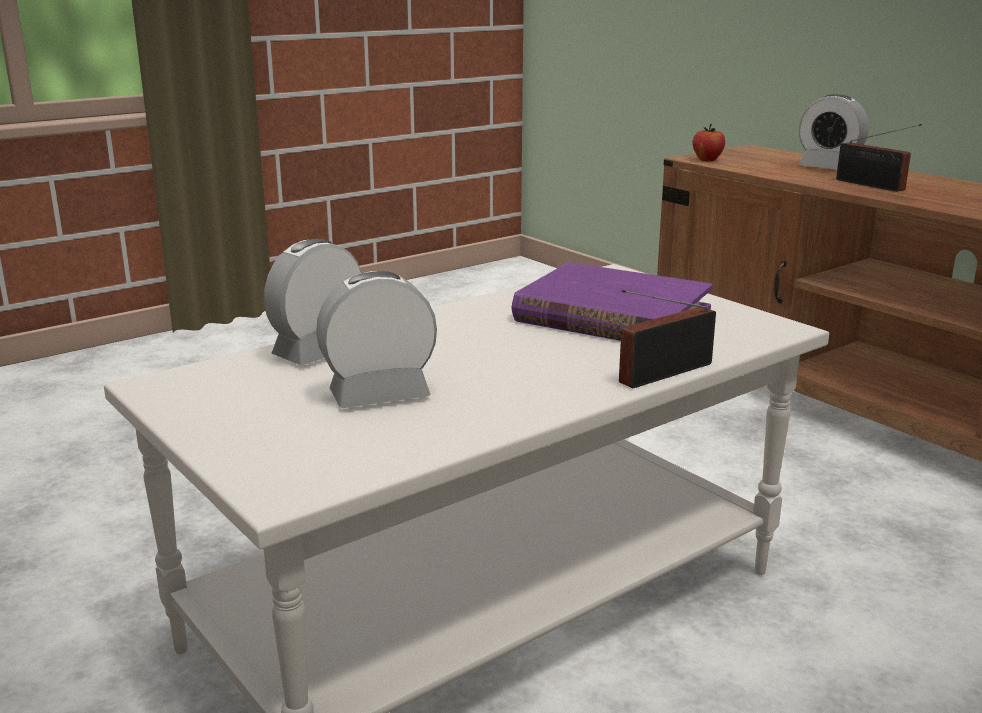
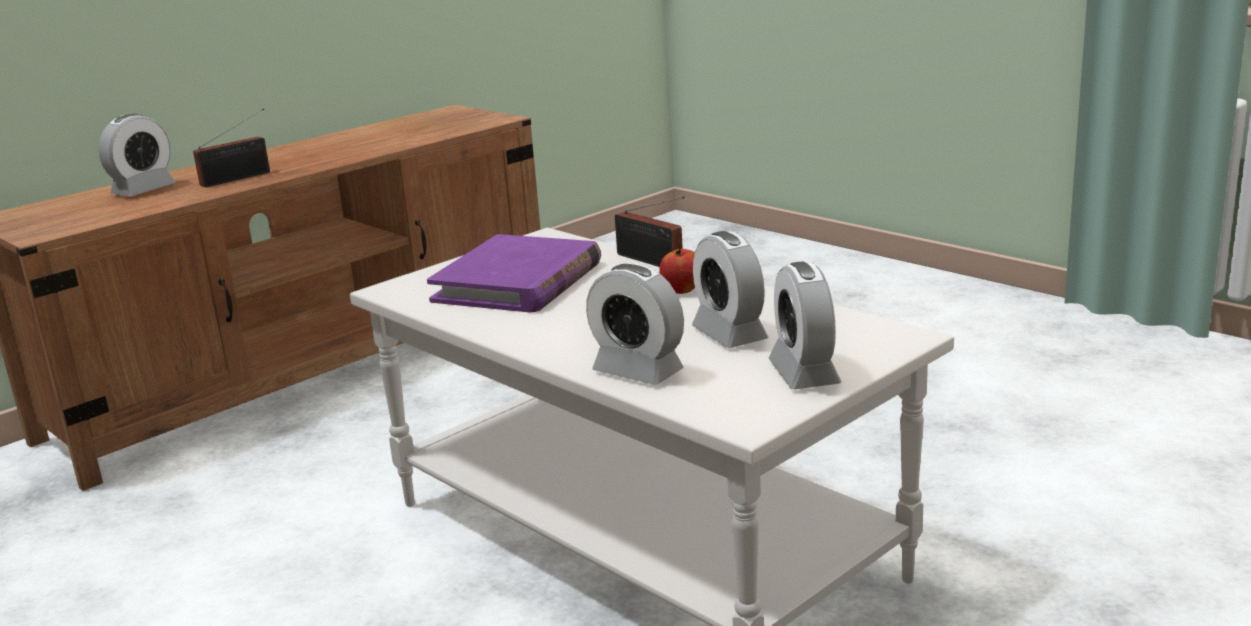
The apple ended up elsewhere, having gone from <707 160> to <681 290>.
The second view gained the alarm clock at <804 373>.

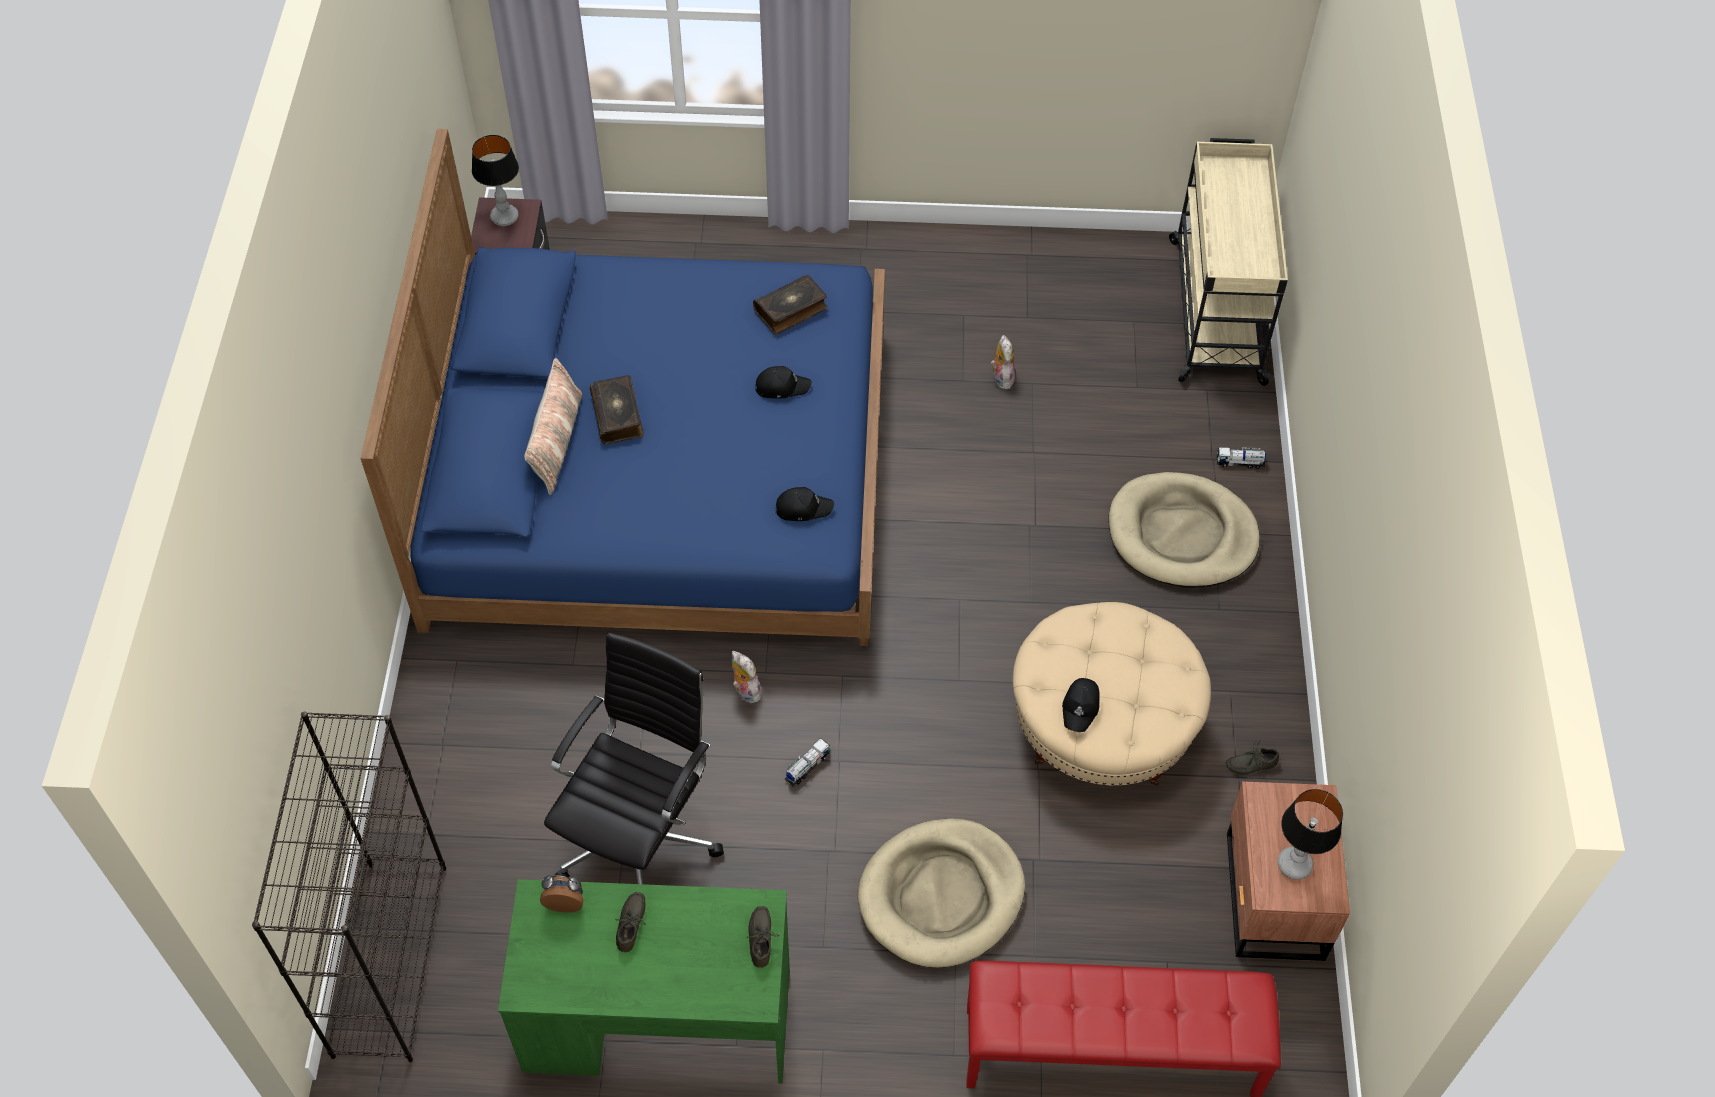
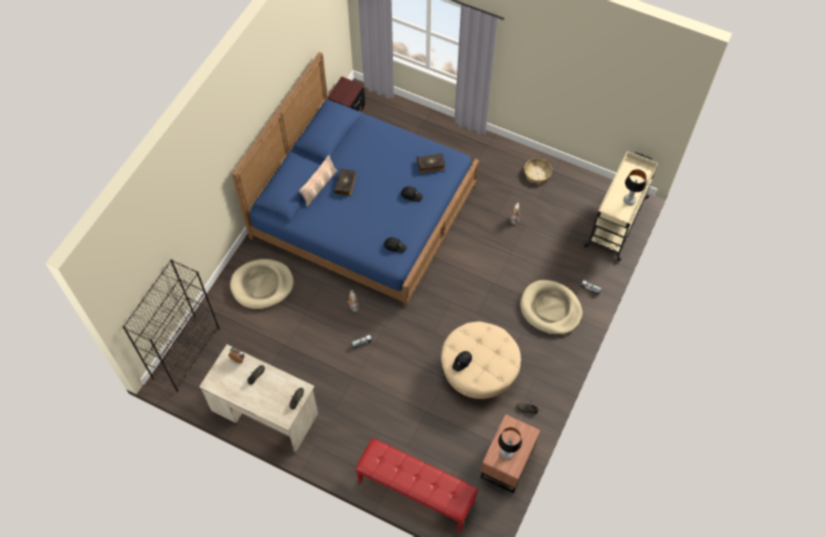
What was the desk (green) at <657 1019> turned into the desk (beige) at <264 412>.
The dog bed (beige) ended up elsewhere, having gone from <941 896> to <262 285>.
The second view gained the basket at <537 173>.
The table lamp ended up elsewhere, having gone from <505 217> to <629 200>.
The second view lost the office chair (black) at <640 838>.

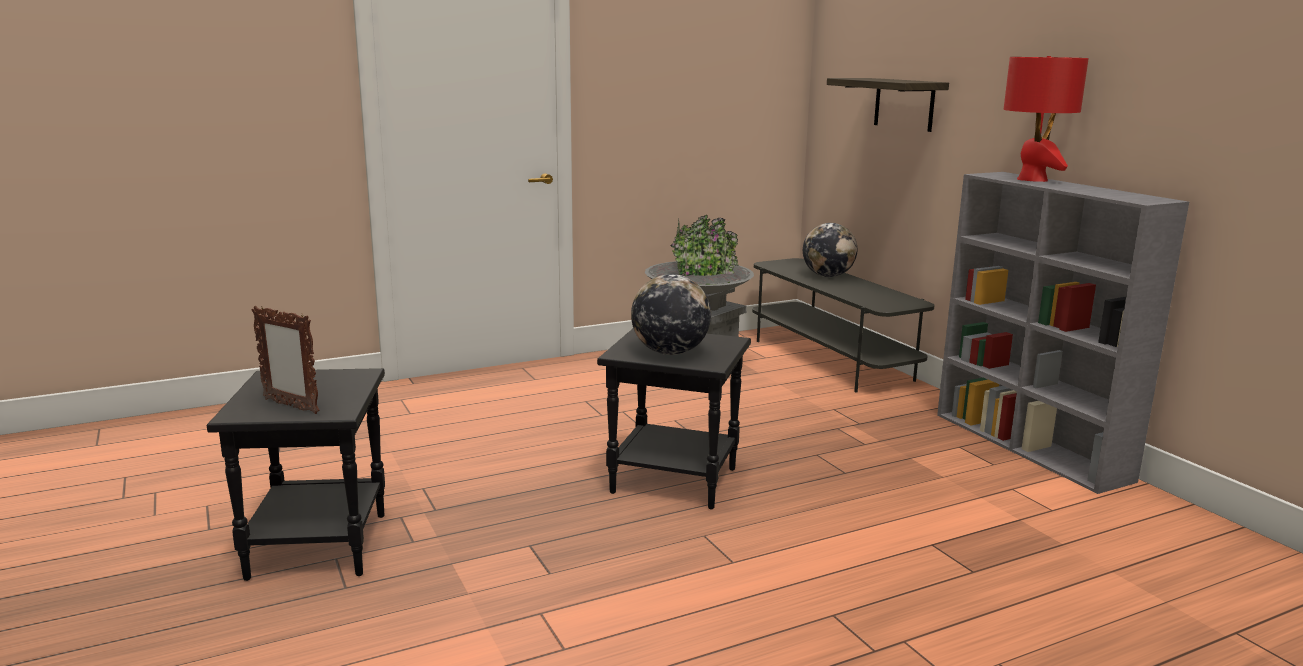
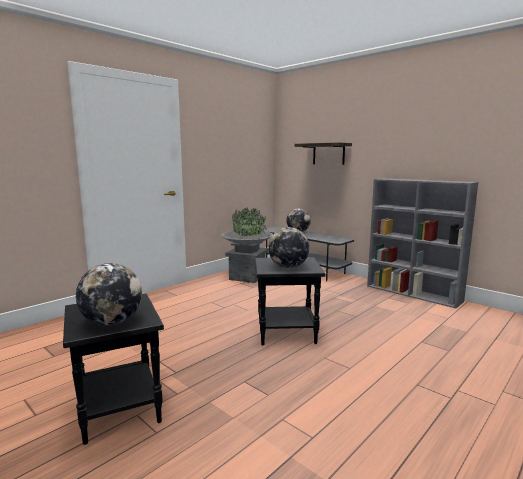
Where the picture frame stood at <291 406>, the globe came to stand at <112 322>.
The second view lost the table lamp (red) at <1032 179>.

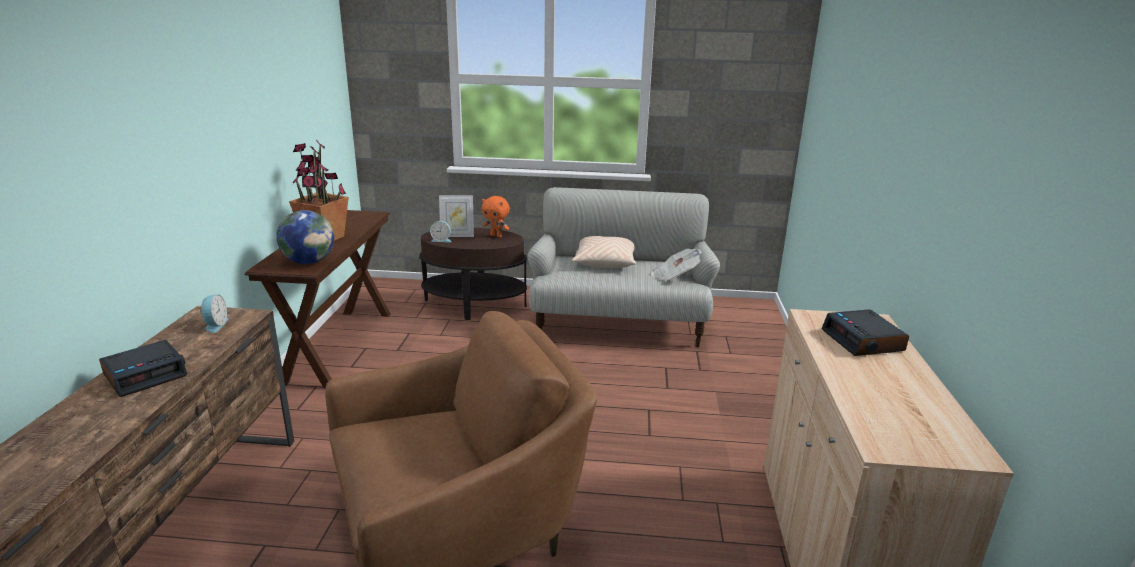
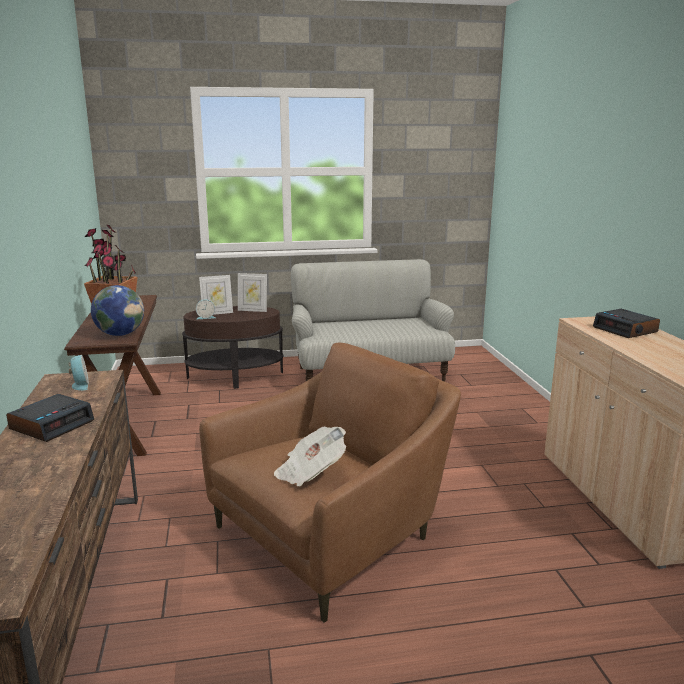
Where the plush toy (orange) stood at <496 236>, the picture frame came to stand at <253 310>.
The newspaper ended up elsewhere, having gone from <674 276> to <310 472>.
The second view lost the pillow (beige) at <604 262>.

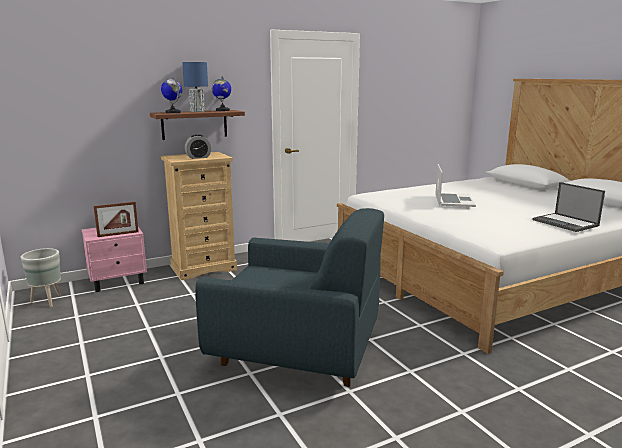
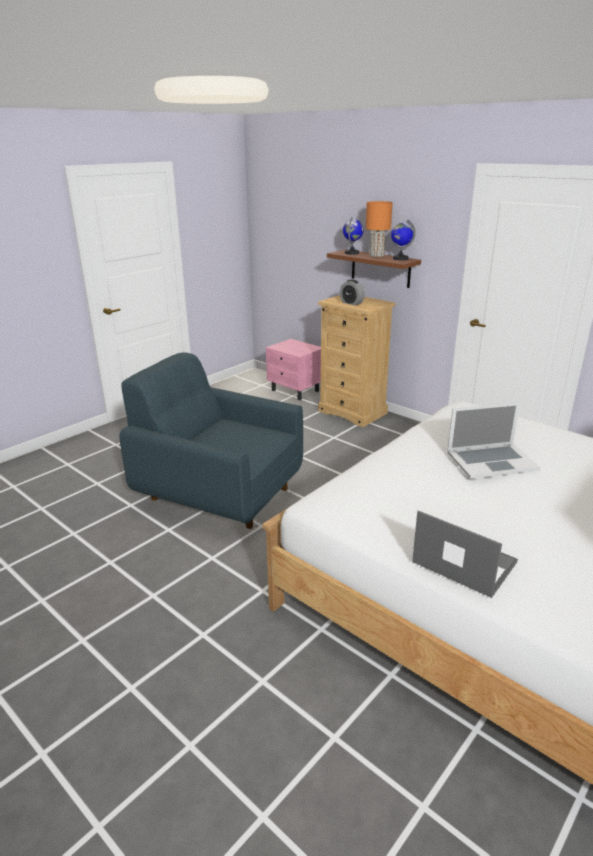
The armchair (blue) at <298 353> ended up facing another way, 120 degrees clockwise from before.
What was the table lamp (blue) at <197 111> turned into the table lamp (orange) at <376 255>.
The laptop at <566 223> ended up facing another way, 90 degrees clockwise from before.
The second view lost the planter (grey) at <47 301>.
The second view lost the picture frame at <118 234>.

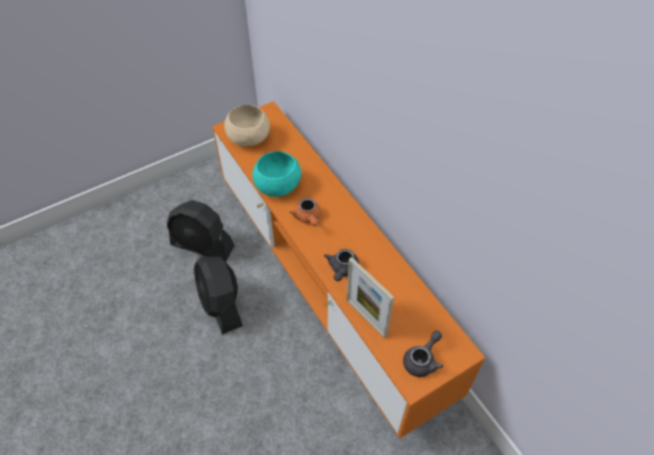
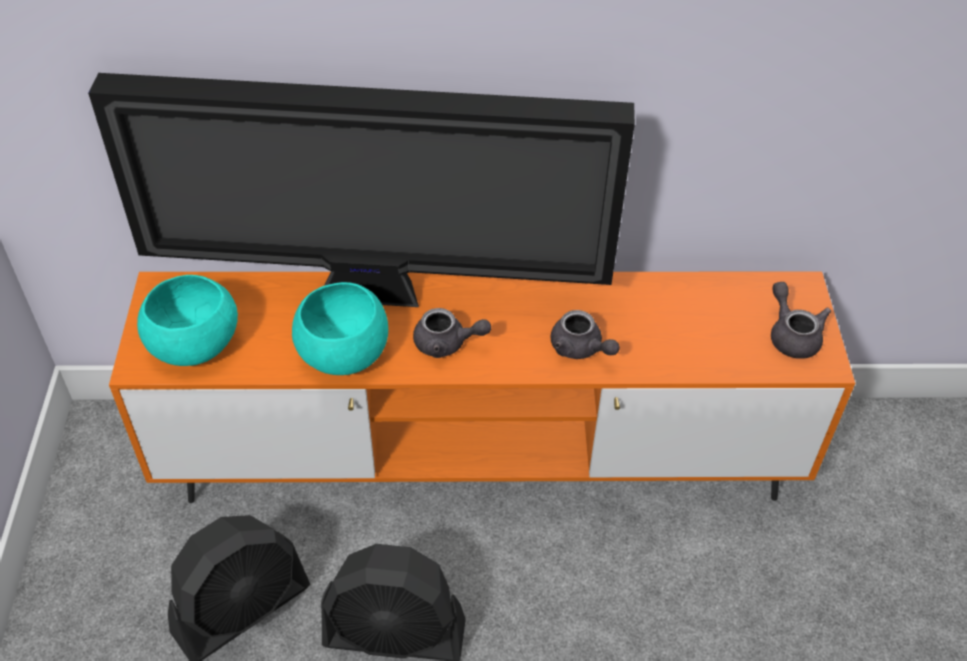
The second view gained the television at <377 294>.
What was the bowl (beige) at <249 137> turned into the bowl (turquoise) at <194 342>.
What was the teapot (orange) at <308 218> turned into the teapot (grey) at <447 344>.
The second view lost the picture frame at <366 318>.

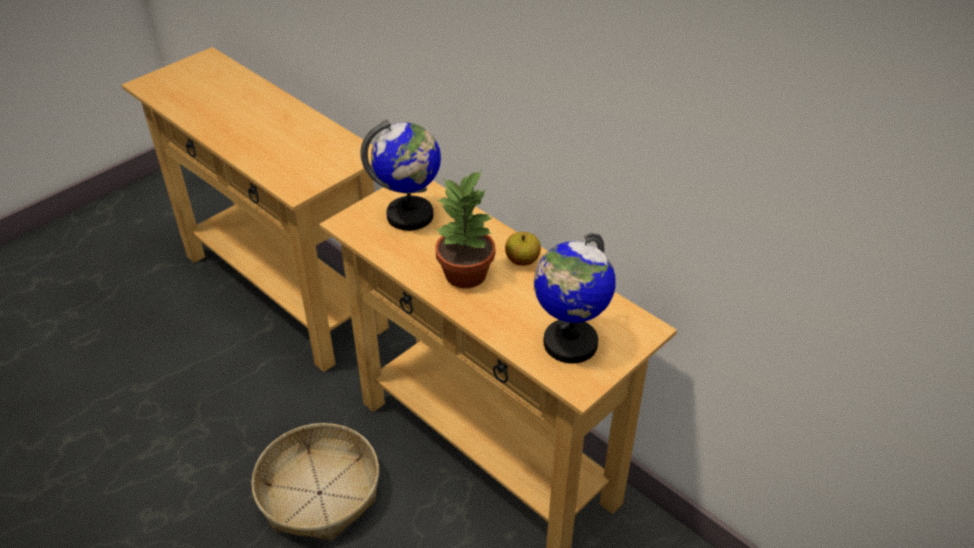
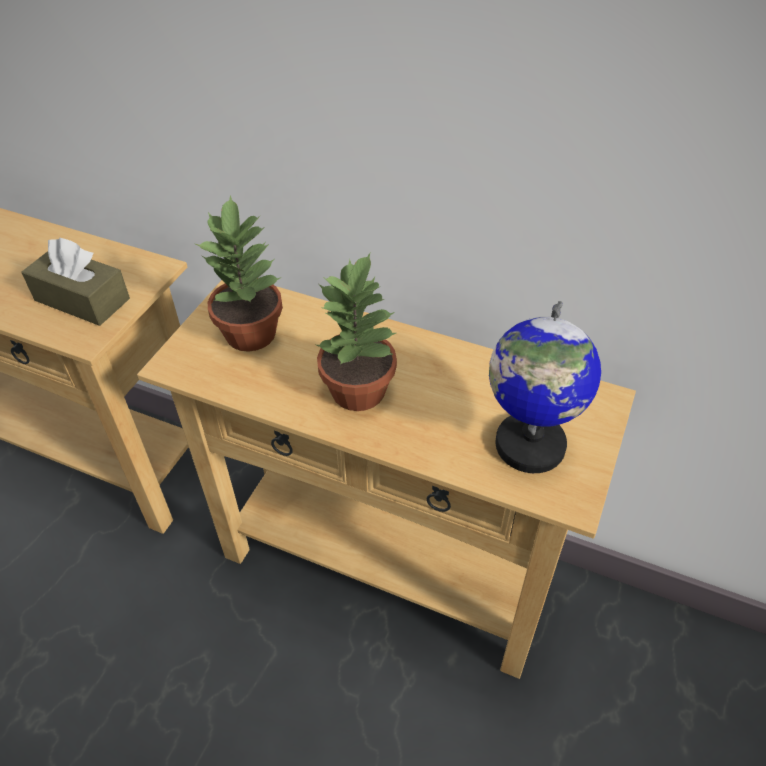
The second view gained the tissue box (brown) at <82 299>.
Where the globe stood at <410 216>, the potted plant came to stand at <252 333>.
The second view lost the basket at <320 493>.
The second view lost the apple at <522 260>.

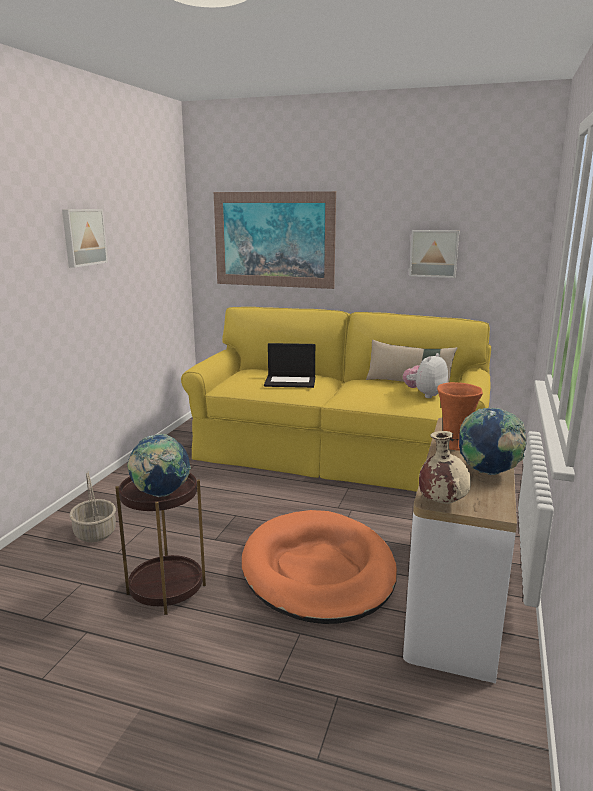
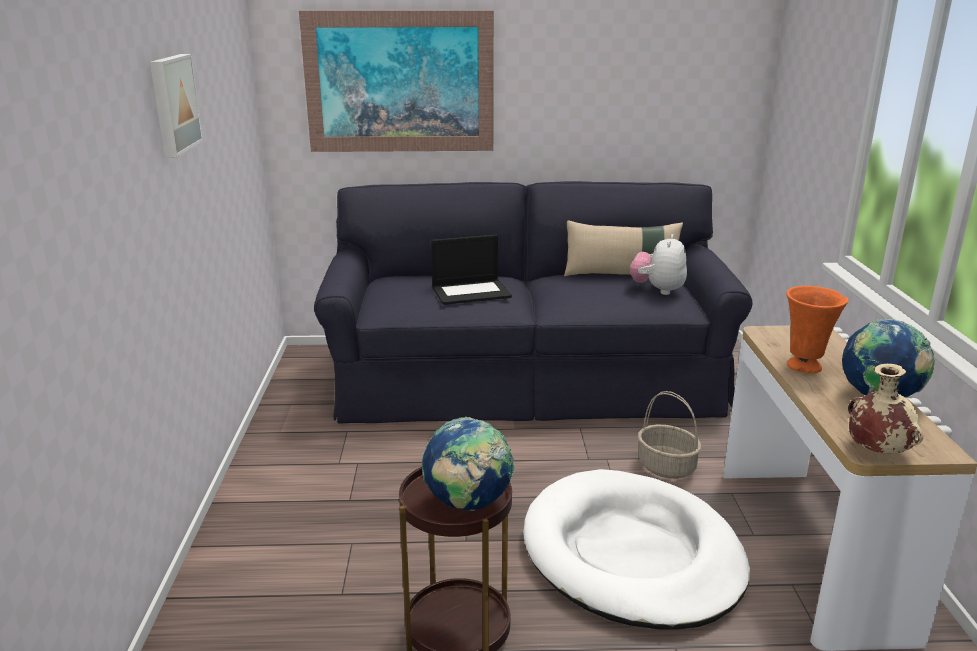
What was the sofa (yellow) at <335 453> turned into the sofa (black) at <526 380>.
What was the dog bed (orange) at <318 571> turned into the dog bed (white) at <632 554>.
The basket ended up elsewhere, having gone from <95 533> to <667 467>.
The second view lost the picture at <434 253>.

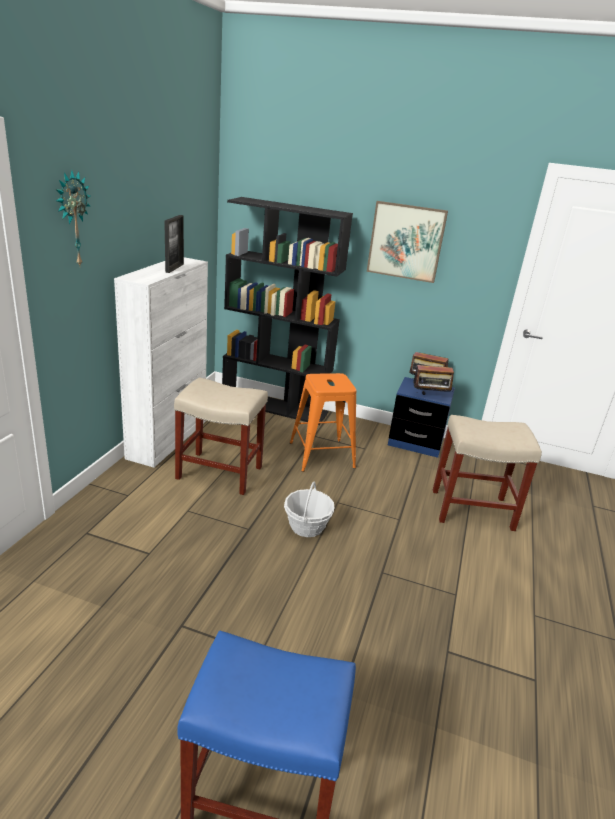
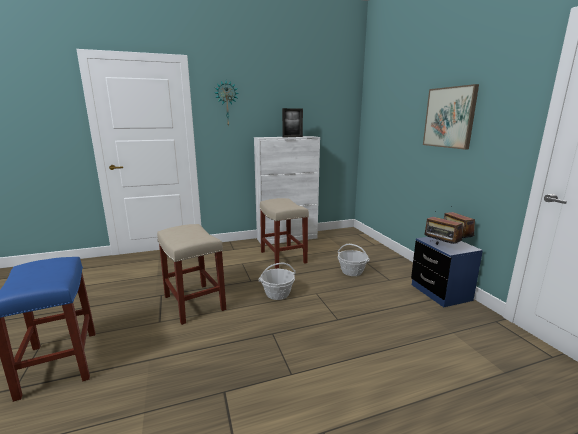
The stool (beige) ended up elsewhere, having gone from <473 509> to <195 303>.
Where the stool (orange) stood at <321 455>, the basket came to stand at <352 271>.
The second view lost the bookcase (black) at <275 406>.

